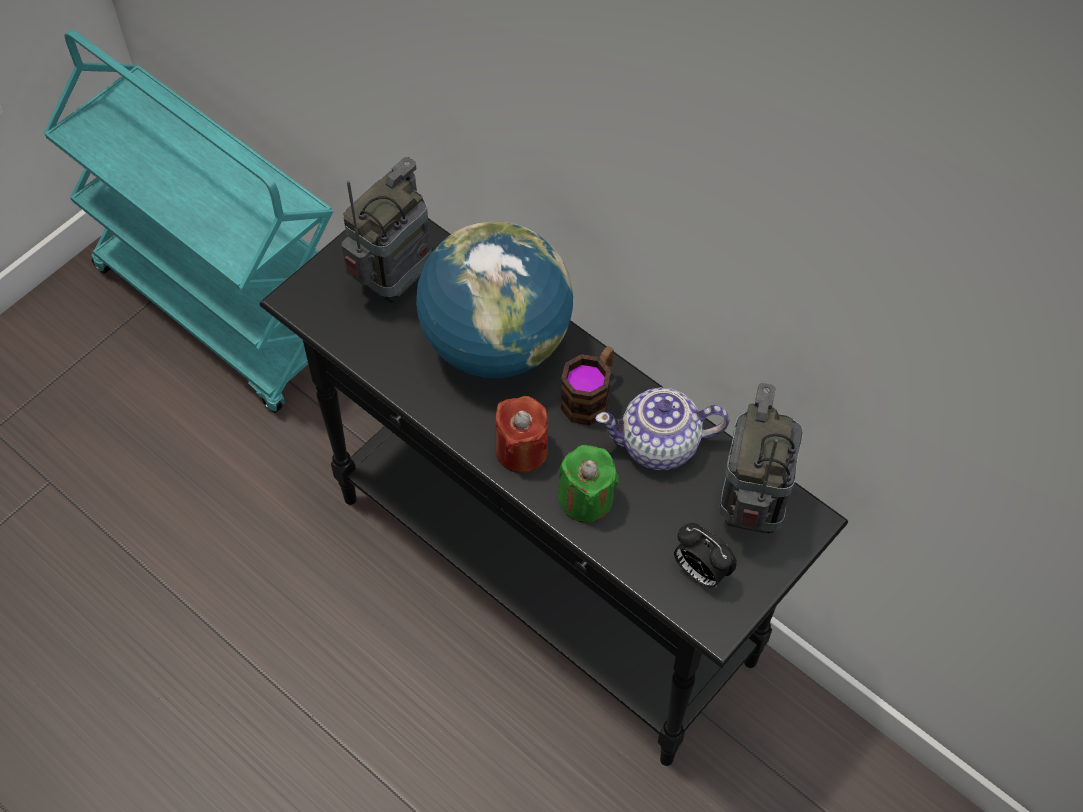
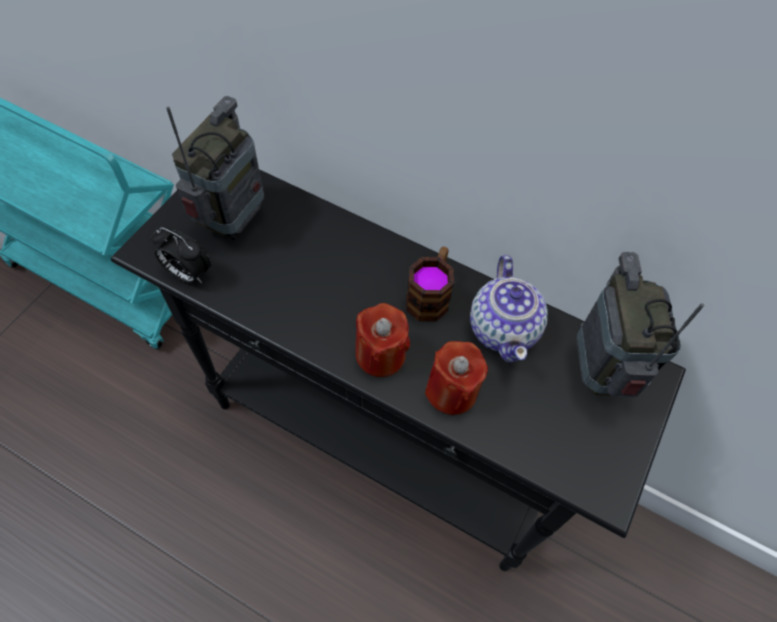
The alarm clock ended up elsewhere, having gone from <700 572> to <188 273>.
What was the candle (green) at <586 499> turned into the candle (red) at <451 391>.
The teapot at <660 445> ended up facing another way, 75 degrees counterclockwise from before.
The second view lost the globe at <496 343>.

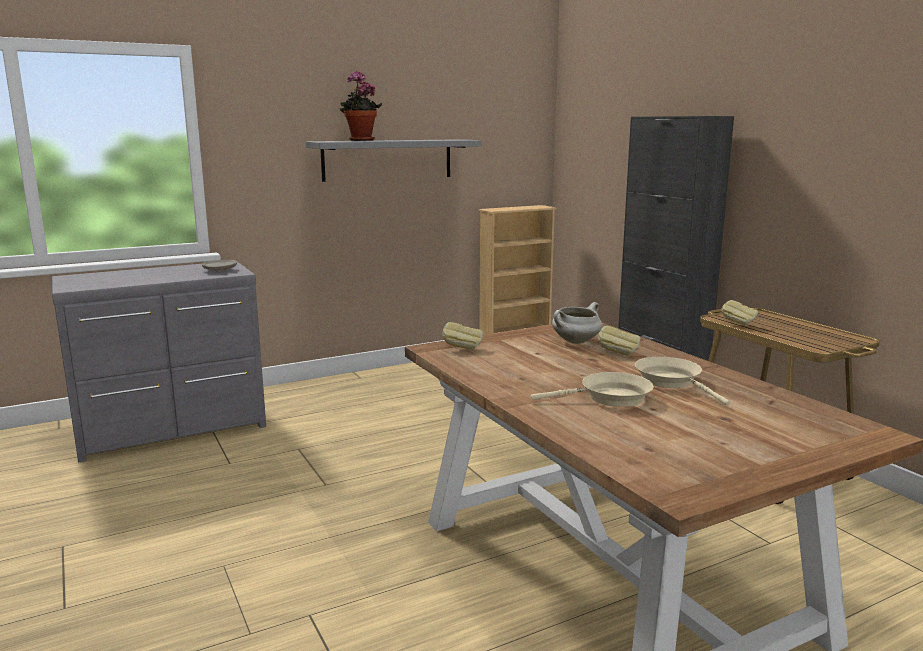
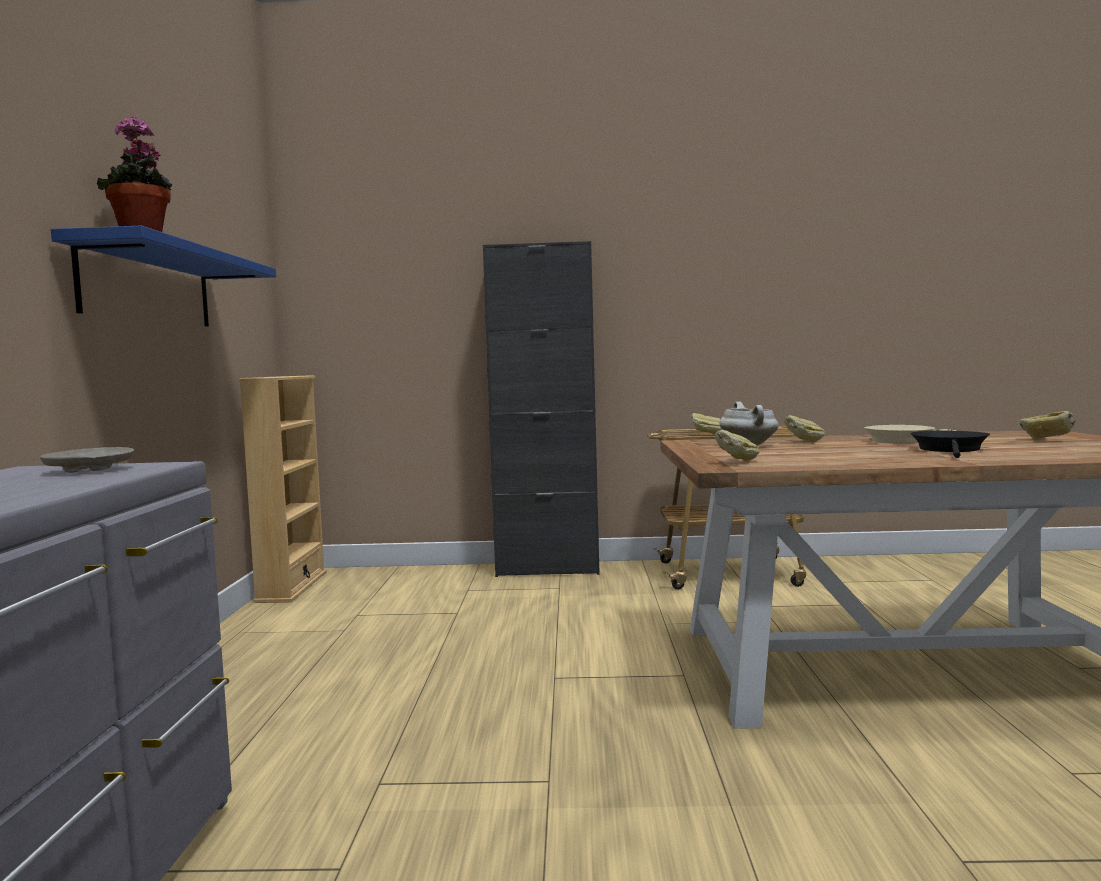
What was the shelf (grey) at <388 159> turned into the shelf (blue) at <148 287>.
What was the frying pan (beige) at <609 398> turned into the frying pan (black) at <950 450>.
The second view gained the bread at <1046 440>.

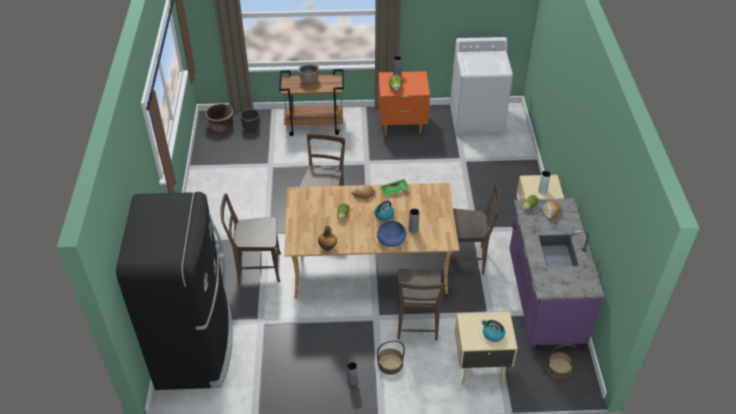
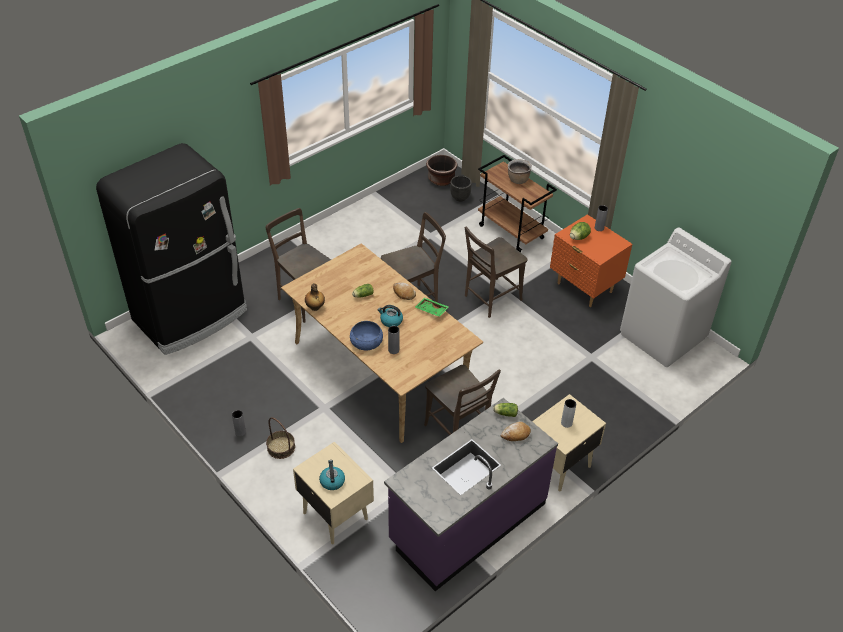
The chair (brown) ended up elsewhere, having gone from <417 324> to <490 299>.
The second view lost the basket at <559 367>.

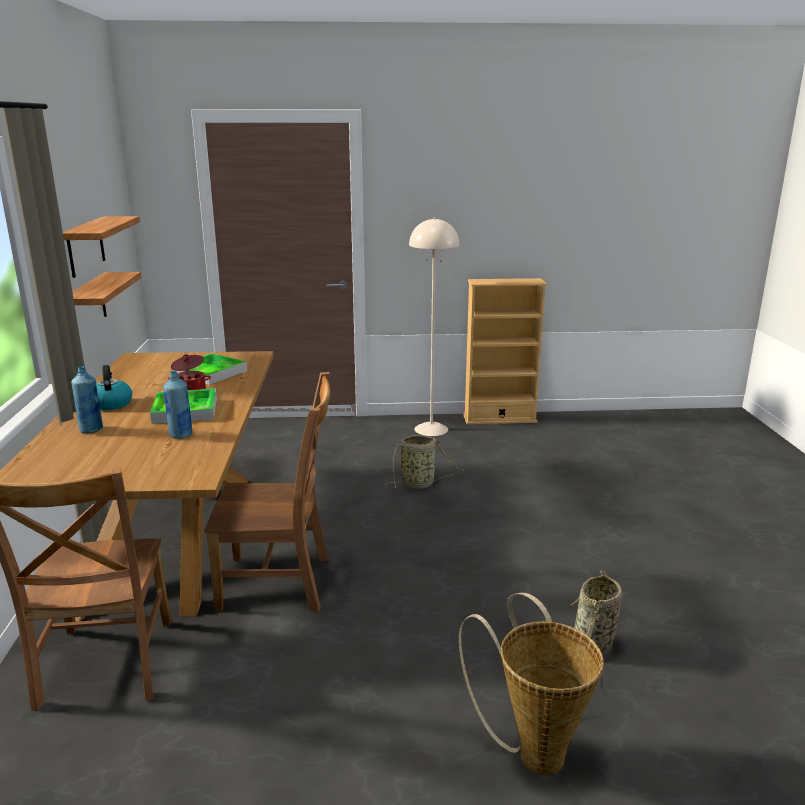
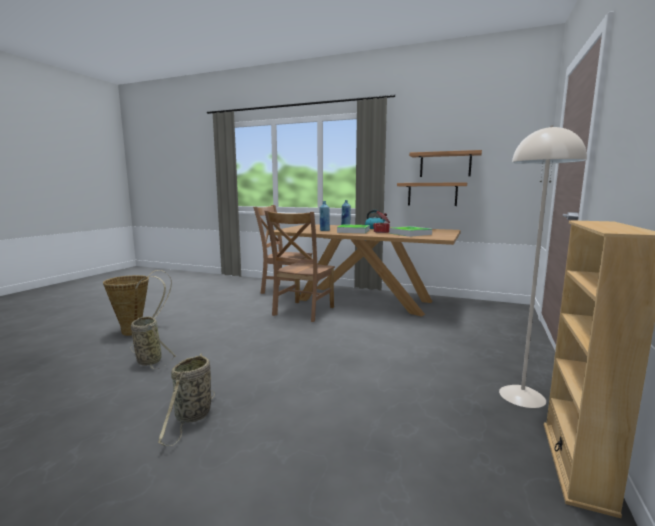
The basket ended up elsewhere, having gone from <420 484> to <192 417>.

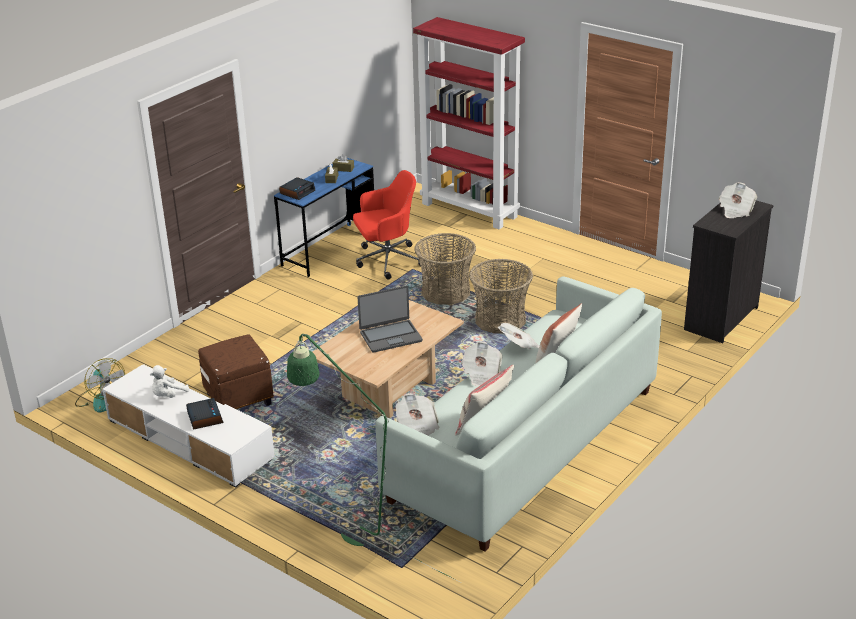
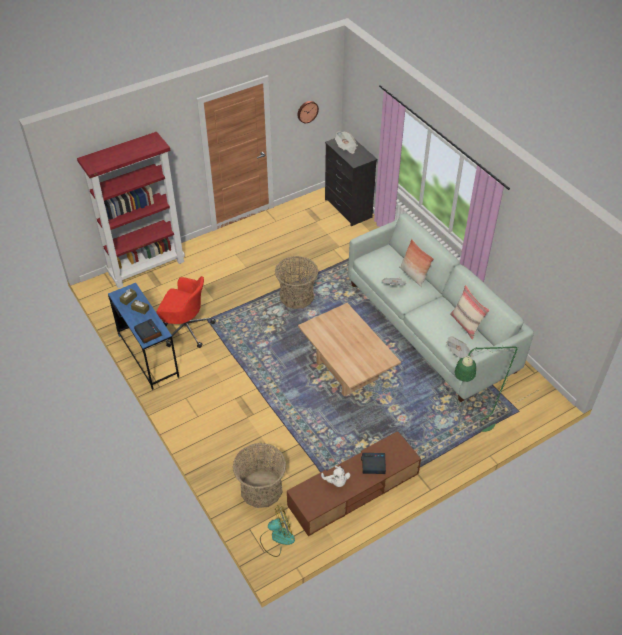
The office chair (red) at <387 260> ended up facing another way, 105 degrees clockwise from before.
The basket ended up elsewhere, having gone from <446 292> to <261 489>.
What was the tv stand (white) at <189 439> turned into the tv stand (brown) at <353 490>.
The second view gained the wall clock at <307 111>.
The second view lost the ottoman (brown) at <238 398>.
The second view lost the laptop at <390 336>.
The second view lost the newspaper at <481 373>.

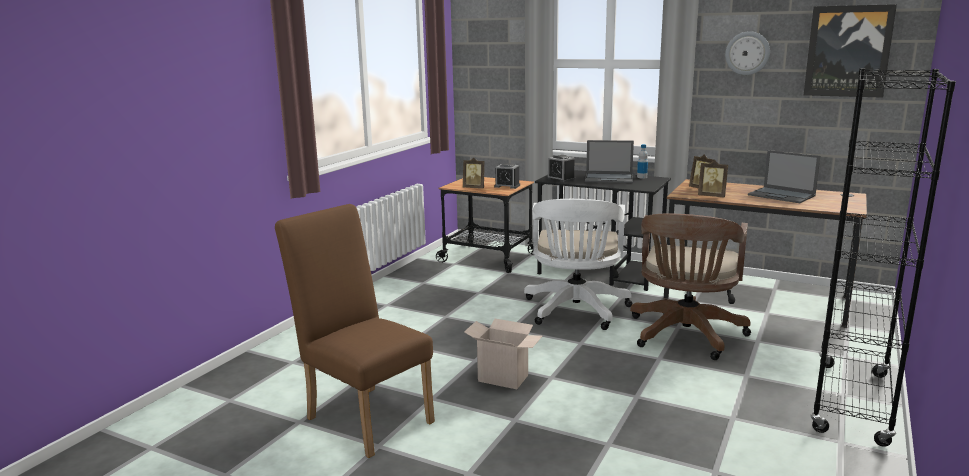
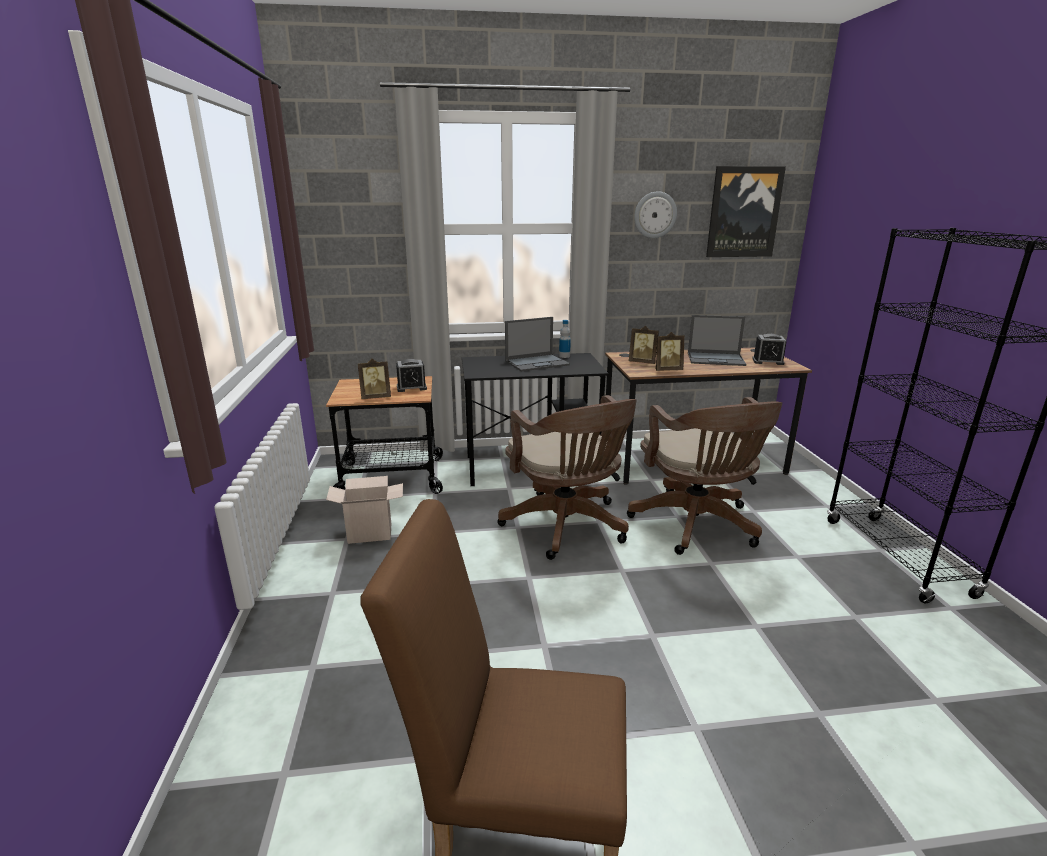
The cardboard box ended up elsewhere, having gone from <505 378> to <371 533>.
What was the office chair (white) at <576 312> turned into the office chair (brown) at <567 527>.
The alarm clock ended up elsewhere, having gone from <560 179> to <767 361>.

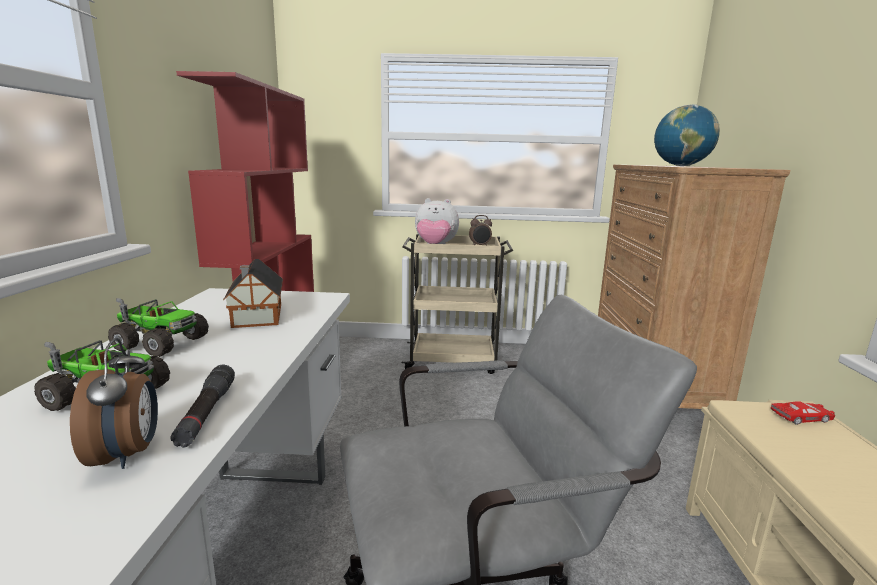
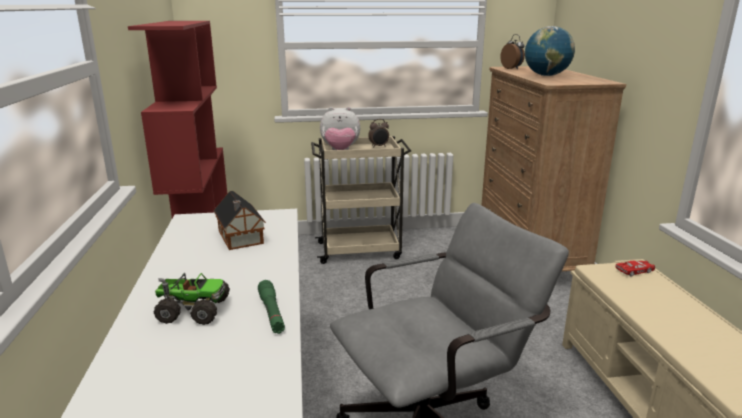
What was the flashlight (black) at <206 413> turned into the flashlight (green) at <271 313>.
The alarm clock ended up elsewhere, having gone from <127 454> to <512 68>.
The second view lost the toy truck at <161 343>.

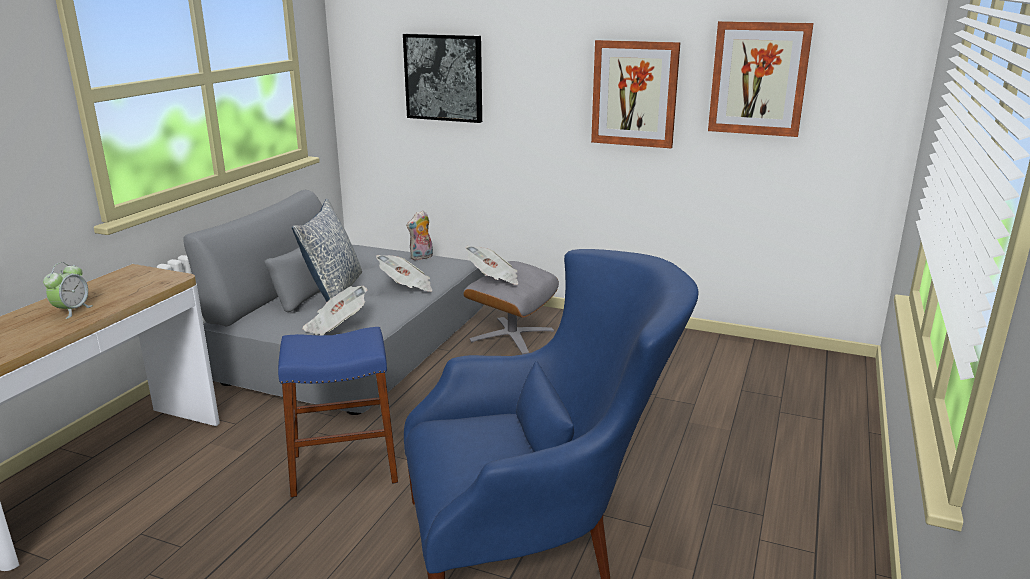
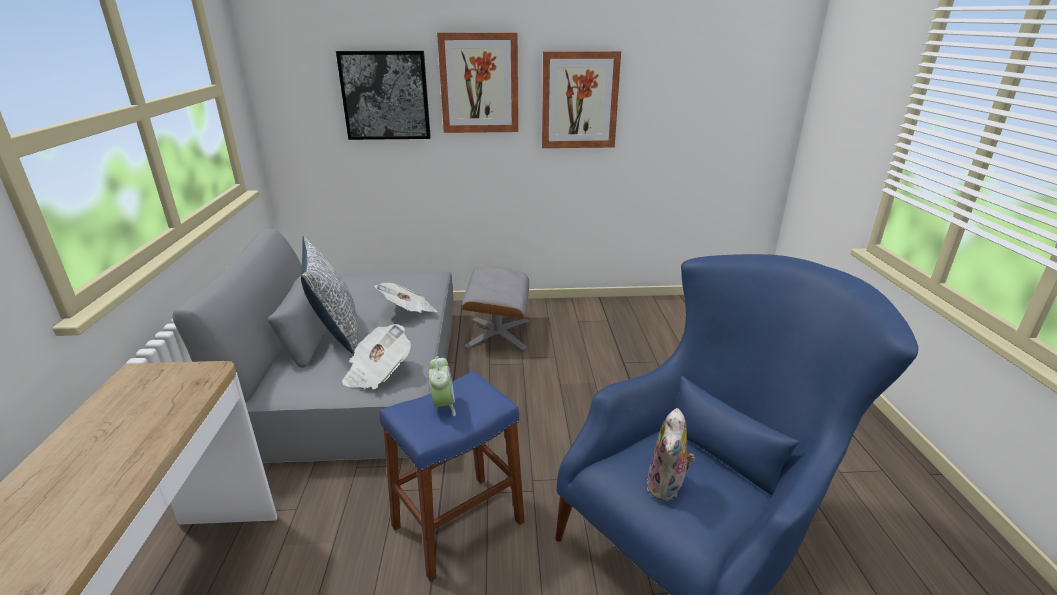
The alarm clock ended up elsewhere, having gone from <72 311> to <443 405>.
The picture ended up elsewhere, having gone from <758 79> to <479 83>.
The plush toy ended up elsewhere, having gone from <421 257> to <667 487>.
The second view lost the newspaper at <493 279>.

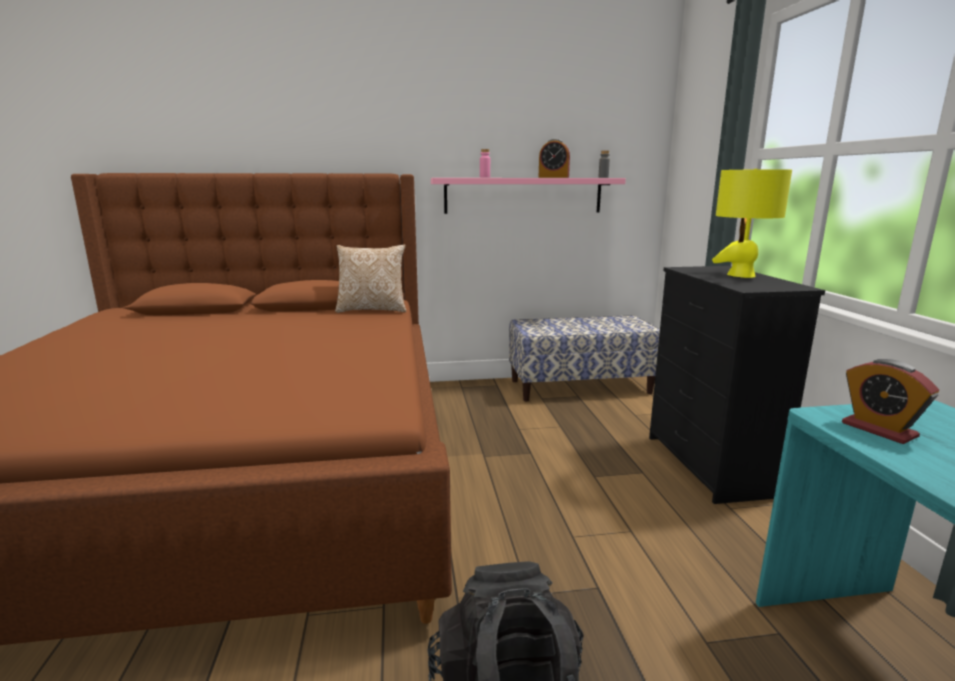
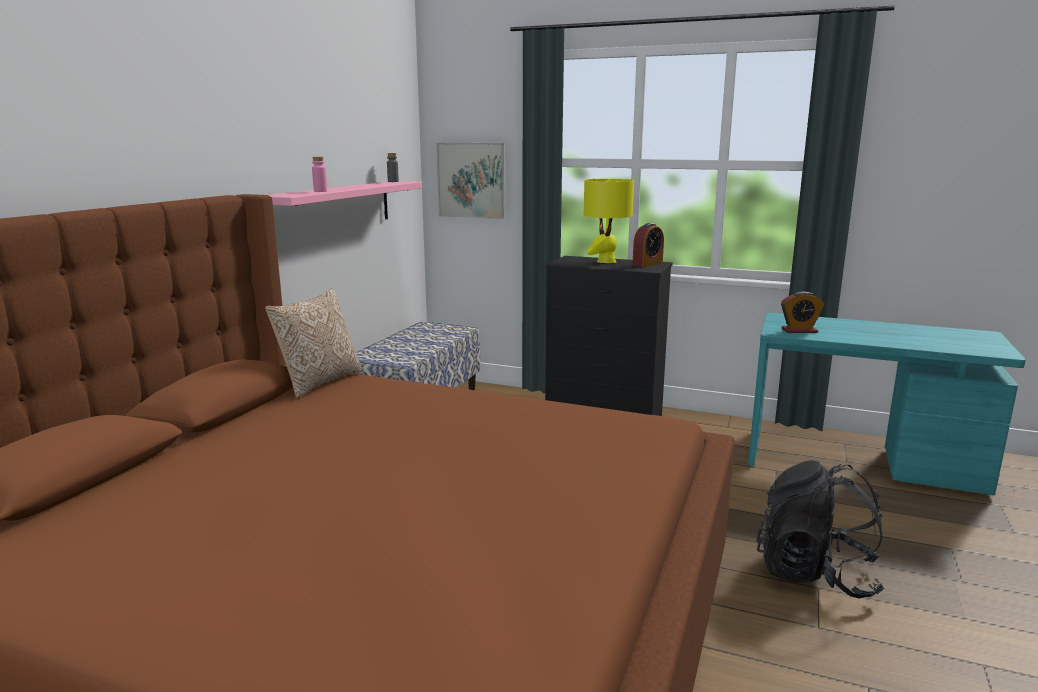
The second view gained the picture at <471 180>.
The alarm clock ended up elsewhere, having gone from <553 177> to <647 264>.

